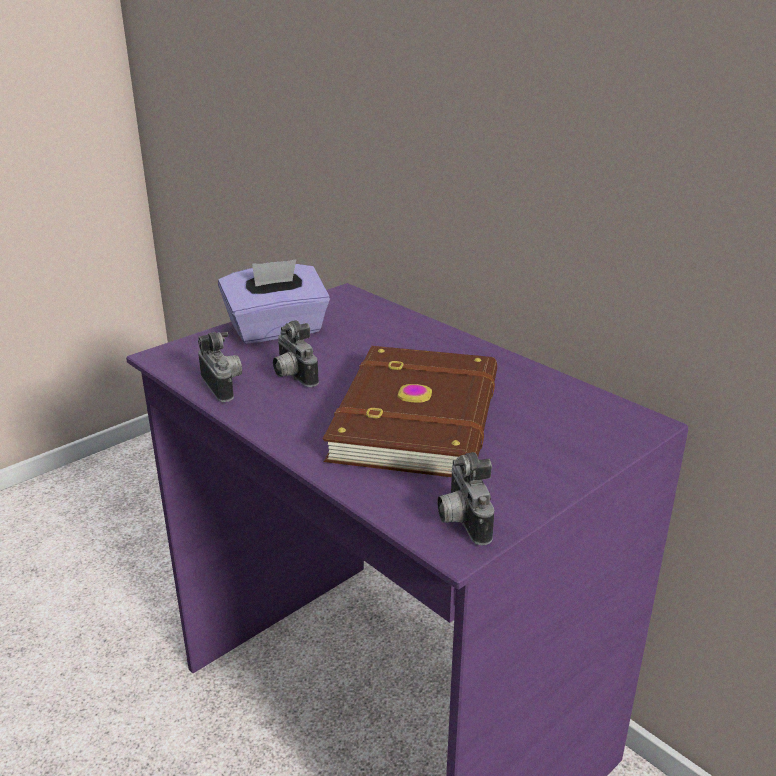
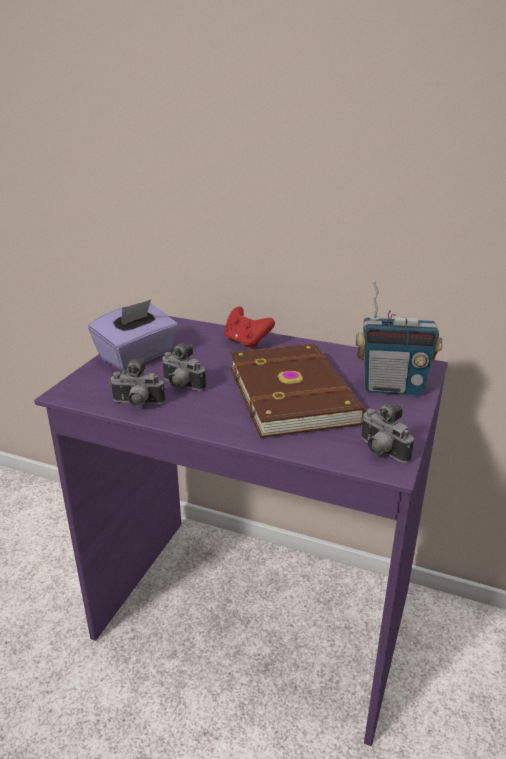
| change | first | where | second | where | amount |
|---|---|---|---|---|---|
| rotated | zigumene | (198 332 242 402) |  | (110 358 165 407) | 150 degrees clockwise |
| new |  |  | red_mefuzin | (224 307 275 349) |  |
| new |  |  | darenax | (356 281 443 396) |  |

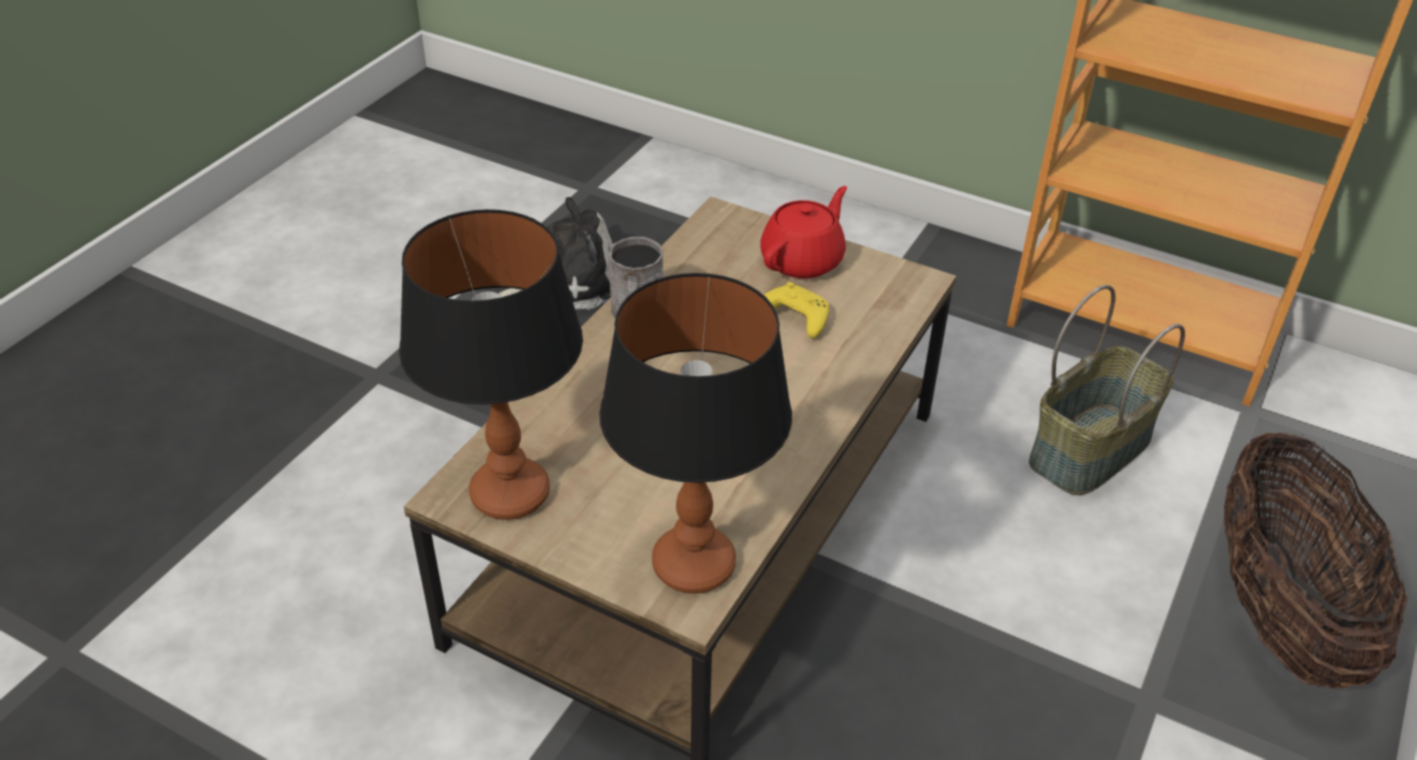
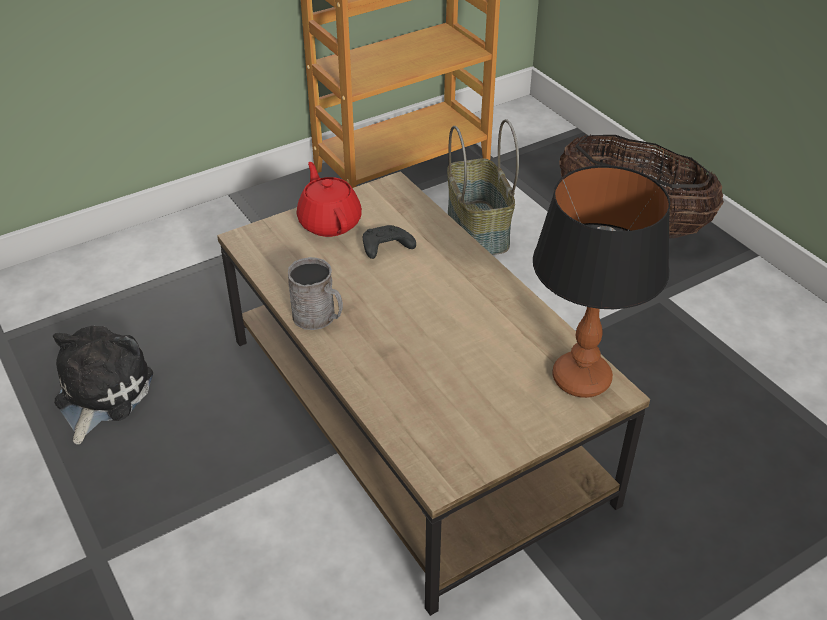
| change | first | where | second | where | amount |
|---|---|---|---|---|---|
| gone | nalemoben | (399 209 583 520) |  |  |  |
| repainted | yellow_mefuzin | (764 282 829 338) | black_mefuzin | (363 225 416 259) |  |

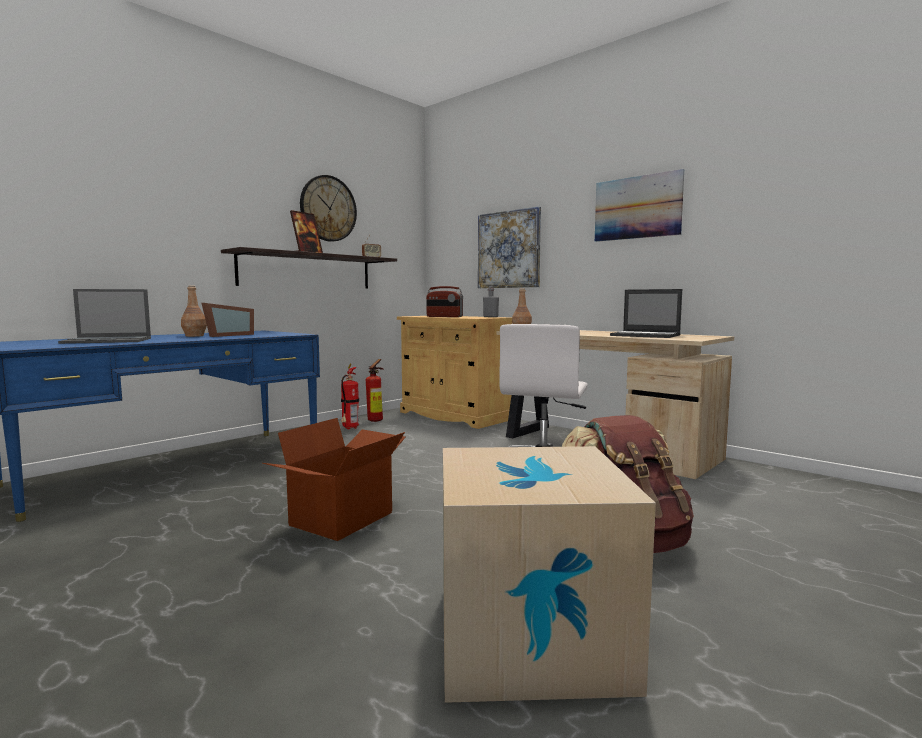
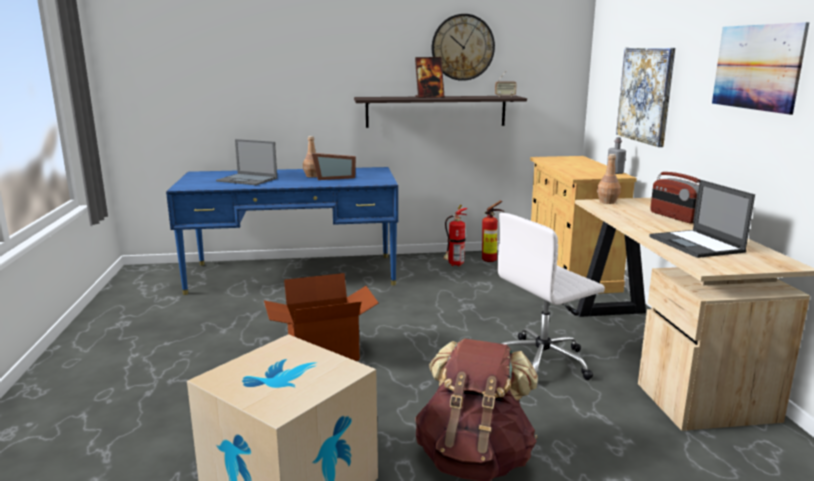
| change | first | where | second | where | amount |
|---|---|---|---|---|---|
| shifted | darenax | (426 286 463 317) |  | (650 172 700 223) |  |

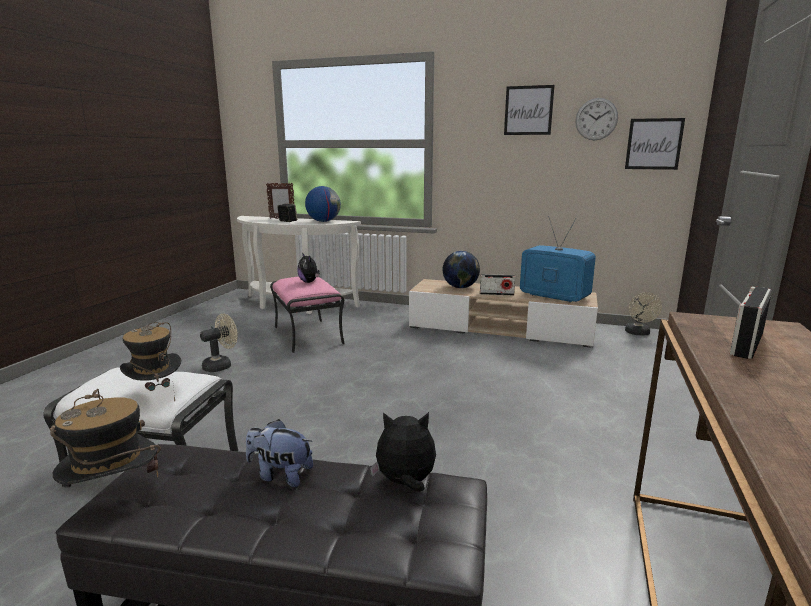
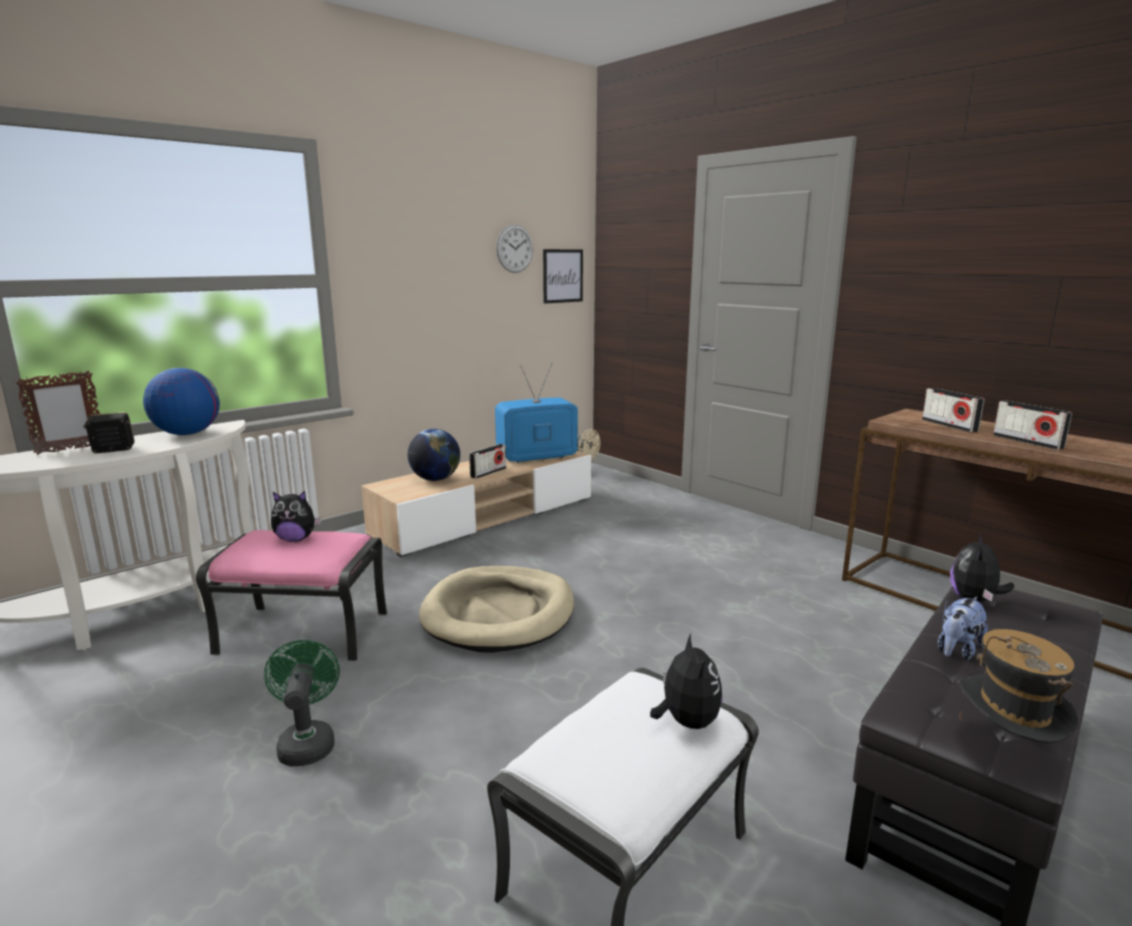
| change | first | where | second | where | amount |
|---|---|---|---|---|---|
| swapped | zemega | (120 322 181 401) | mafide | (650 633 722 729) |  |
| repainted | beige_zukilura | (200 314 237 372) | green_zukilura | (264 640 340 767) |  |
| gone | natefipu | (504 85 555 135) |  |  |  |
| new |  |  | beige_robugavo | (419 566 574 653) |  |
| new |  |  | darenax | (993 400 1072 450) |  |

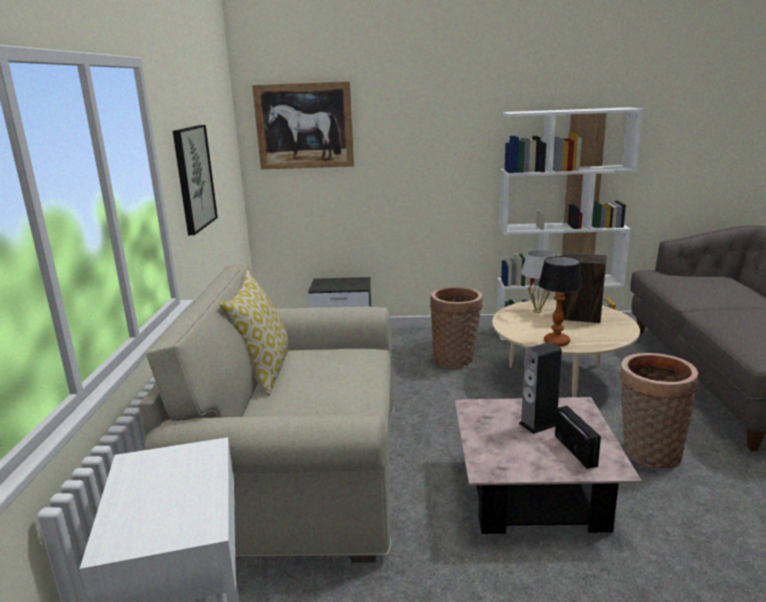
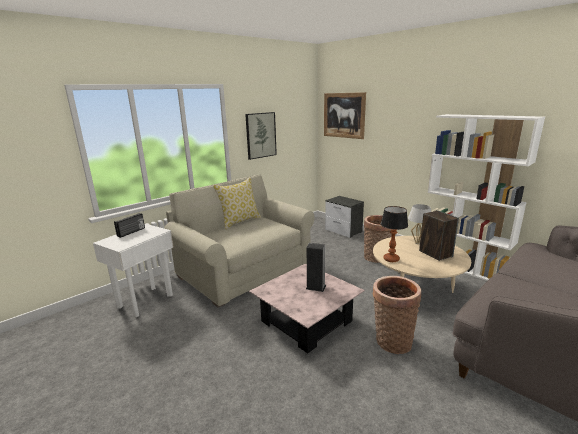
| change | first | where | second | where | amount |
|---|---|---|---|---|---|
| shifted | darenax | (555 406 601 469) |  | (114 213 145 238) |  |

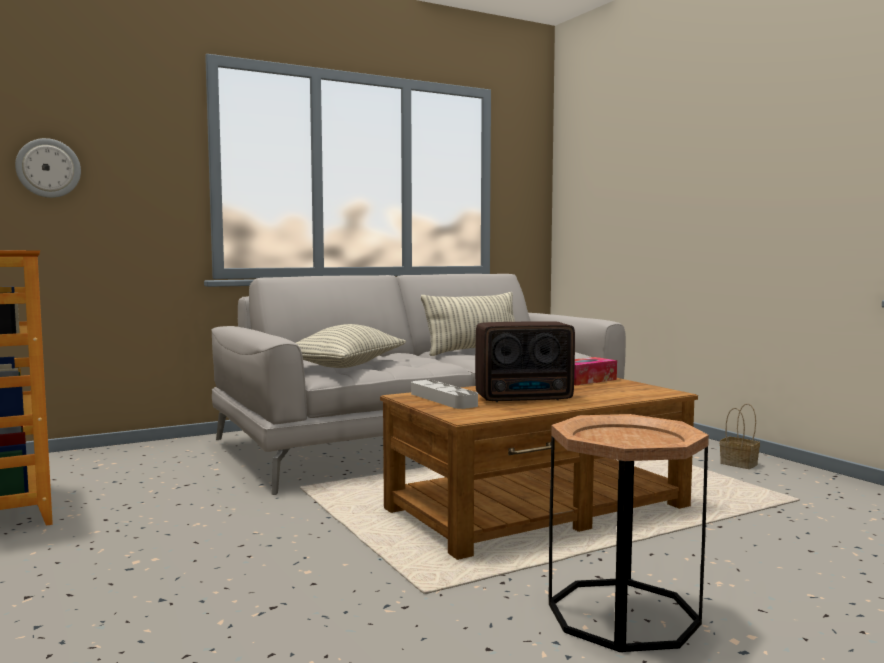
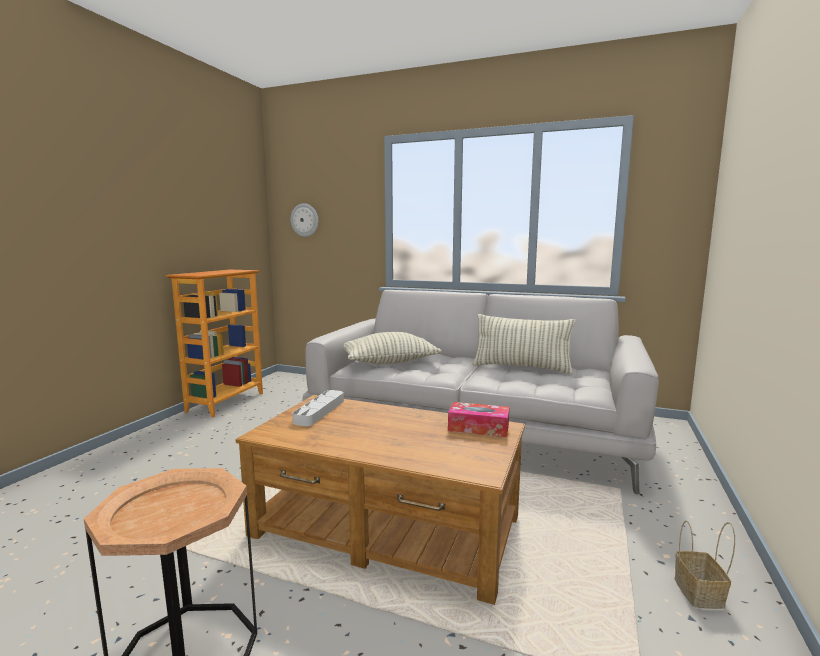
| change | first | where | second | where | amount |
|---|---|---|---|---|---|
| gone | darenax | (475 321 575 402) |  |  |  |

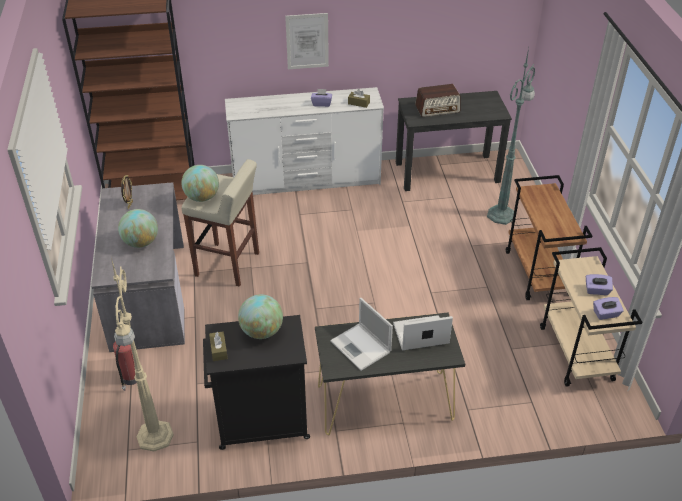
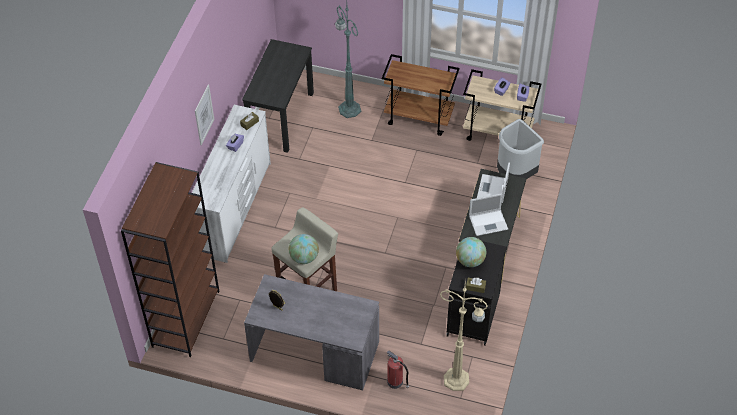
| change | first | where | second | where | amount |
|---|---|---|---|---|---|
| gone | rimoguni | (118 209 158 248) |  |  |  |
| gone | darenax | (415 84 461 117) |  |  |  |
| new |  |  | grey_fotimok | (497 119 544 179) |  |

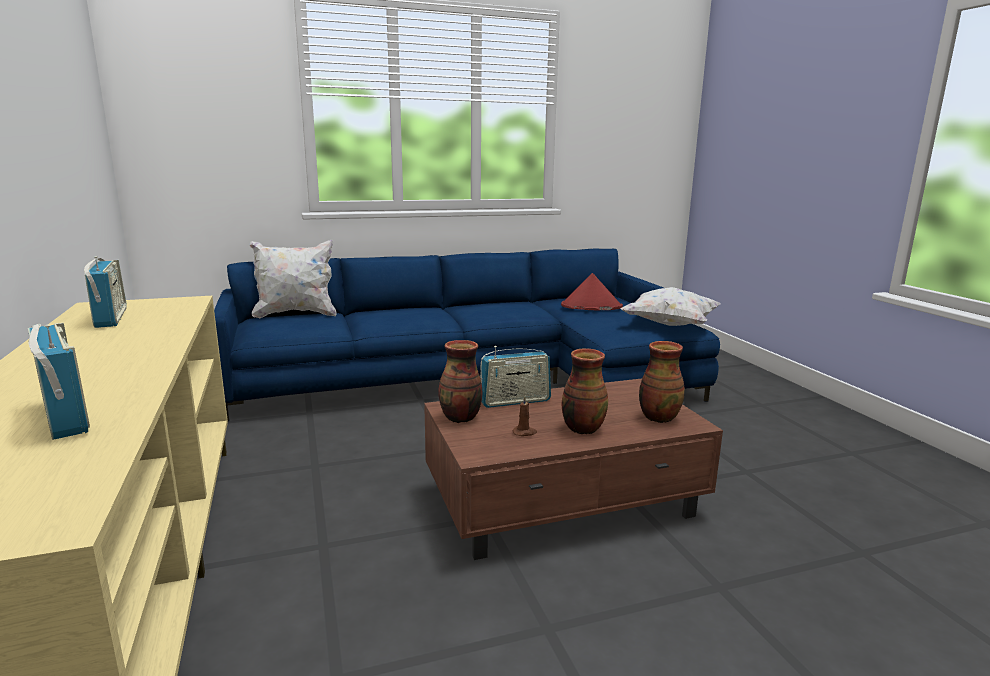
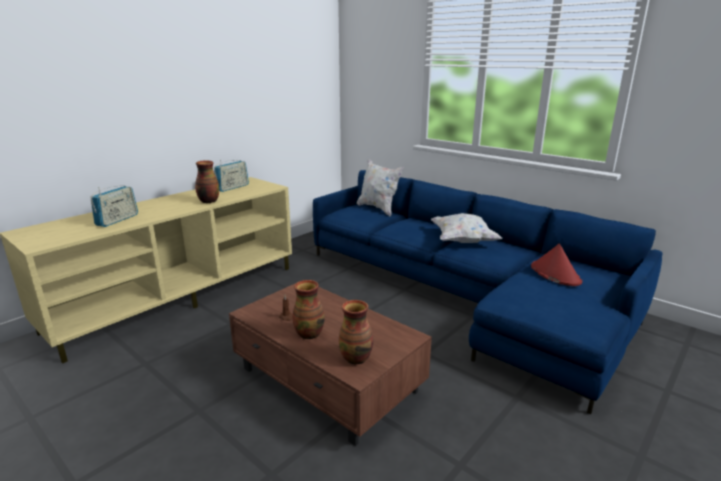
| change | first | where | second | where | amount |
|---|---|---|---|---|---|
| shifted | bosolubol | (438 340 482 423) |  | (195 160 219 203) |  |
| gone | darenax | (480 346 551 408) |  |  |  |
| shifted | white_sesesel | (620 287 720 326) |  | (431 213 503 243) |  |

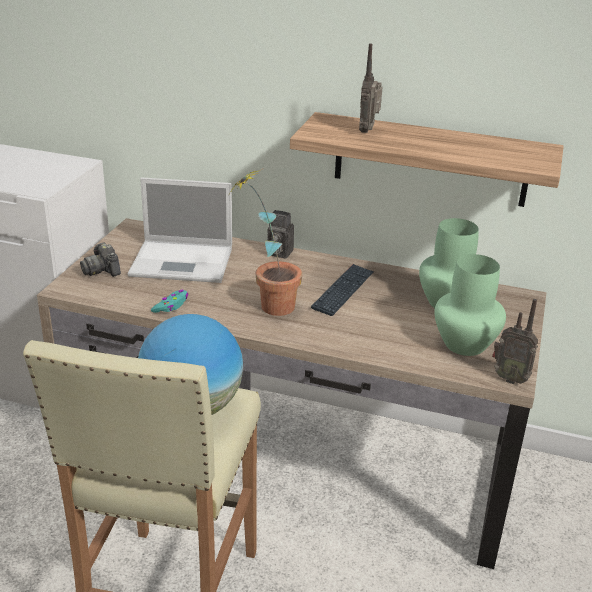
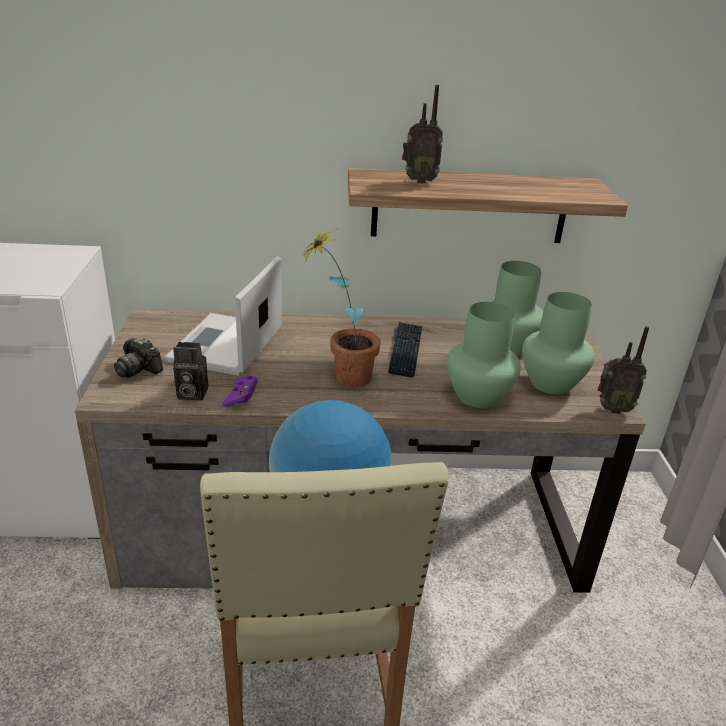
| change | first | where | second | where | amount |
|---|---|---|---|---|---|
| rotated | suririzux | (128 177 232 283) |  | (164 257 282 376) | 120 degrees clockwise |
| repainted | turquoise_mefuzin | (151 290 188 313) | purple_mefuzin | (222 376 257 407) |  |
| shifted | zigumene | (268 210 294 259) |  | (173 342 208 401) |  |
| rotated | darenax | (359 43 383 133) |  | (402 85 443 184) | 75 degrees counterclockwise |
| new |  |  | green_bosolubol | (446 302 521 408) |  |

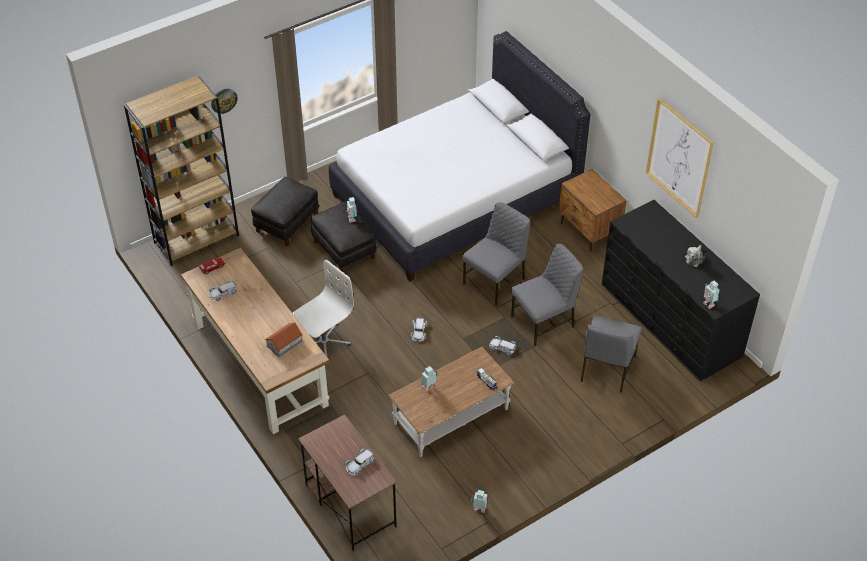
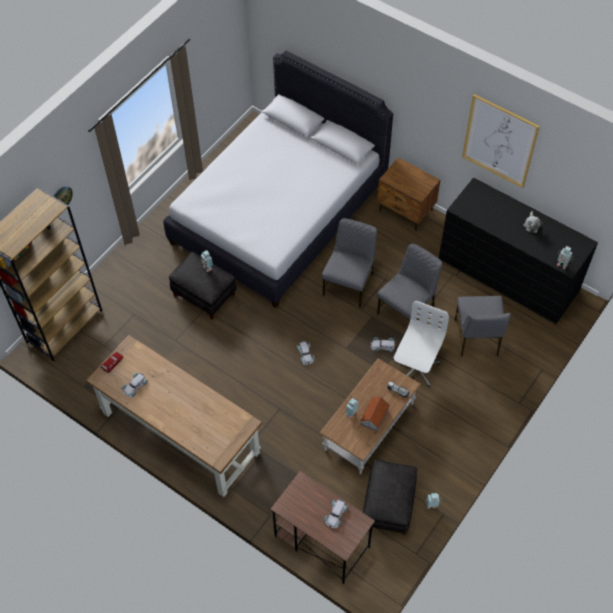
| change | first | where | second | where | amount |
|---|---|---|---|---|---|
| shifted | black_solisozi | (251 176 319 247) |  | (363 459 417 535) |  |
| shifted | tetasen | (265 322 303 357) |  | (360 397 390 431) |  |
| shifted | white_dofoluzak | (293 260 354 358) |  | (393 301 449 387) |  |

